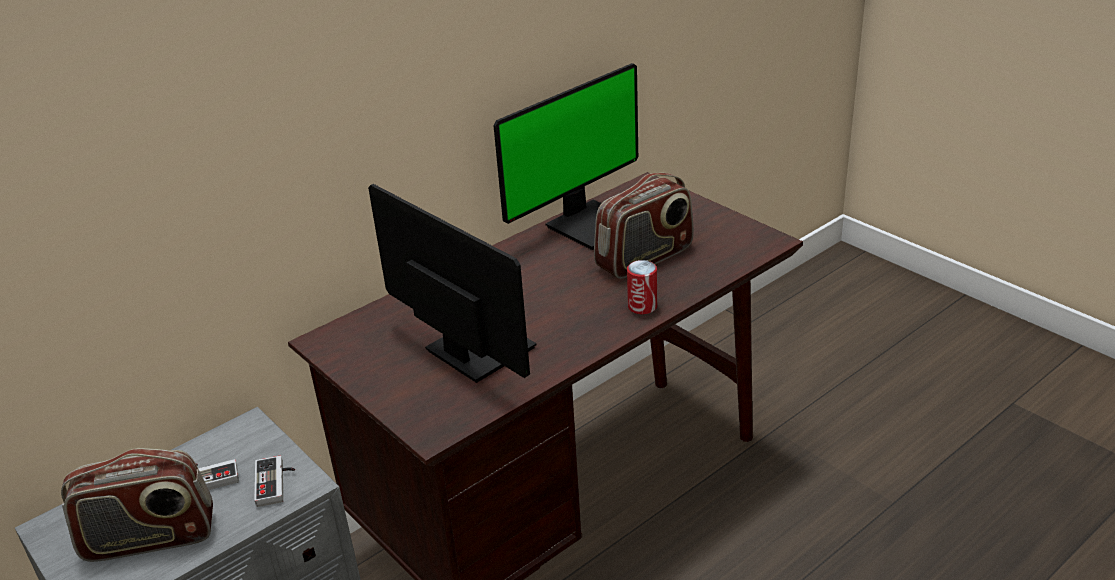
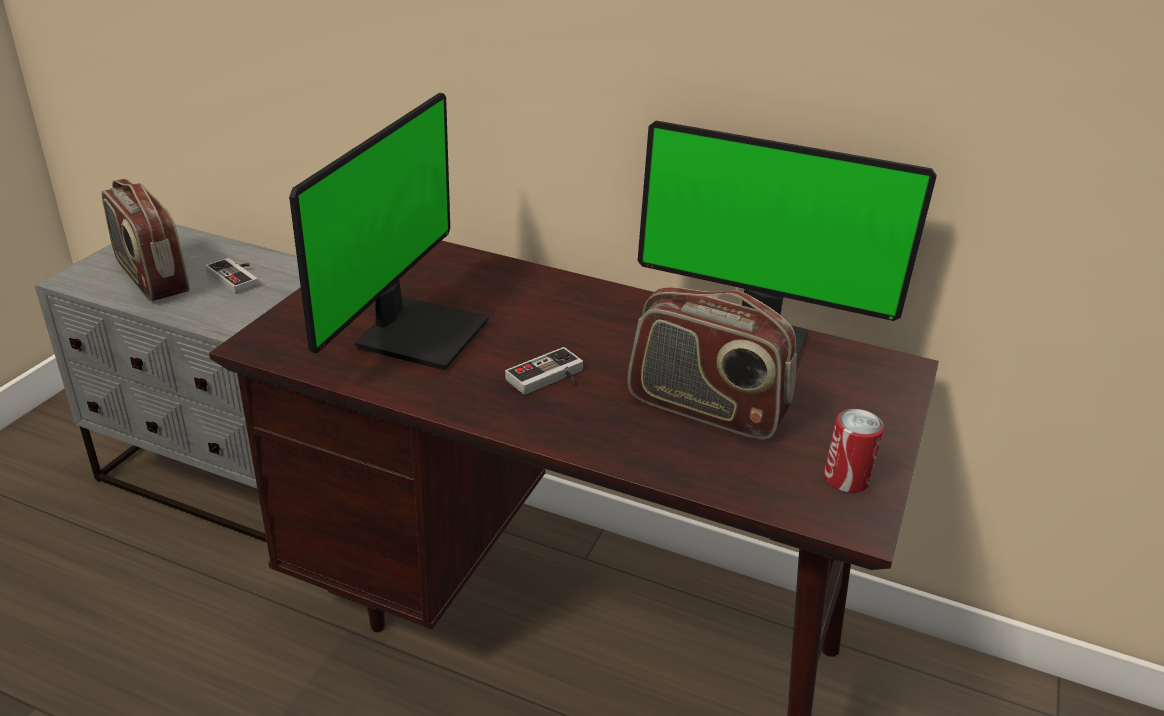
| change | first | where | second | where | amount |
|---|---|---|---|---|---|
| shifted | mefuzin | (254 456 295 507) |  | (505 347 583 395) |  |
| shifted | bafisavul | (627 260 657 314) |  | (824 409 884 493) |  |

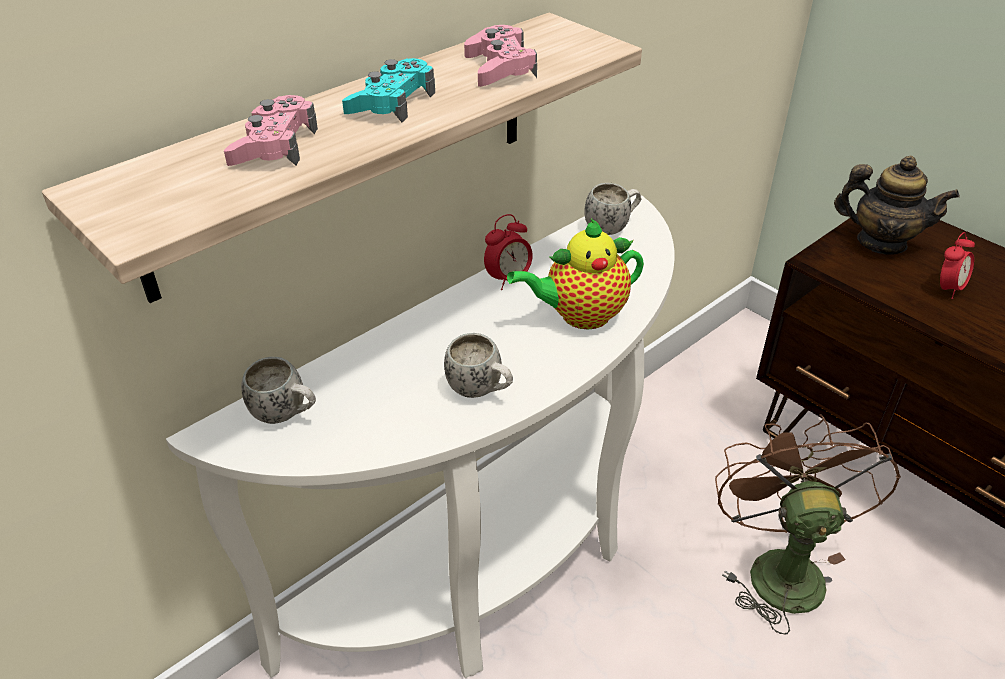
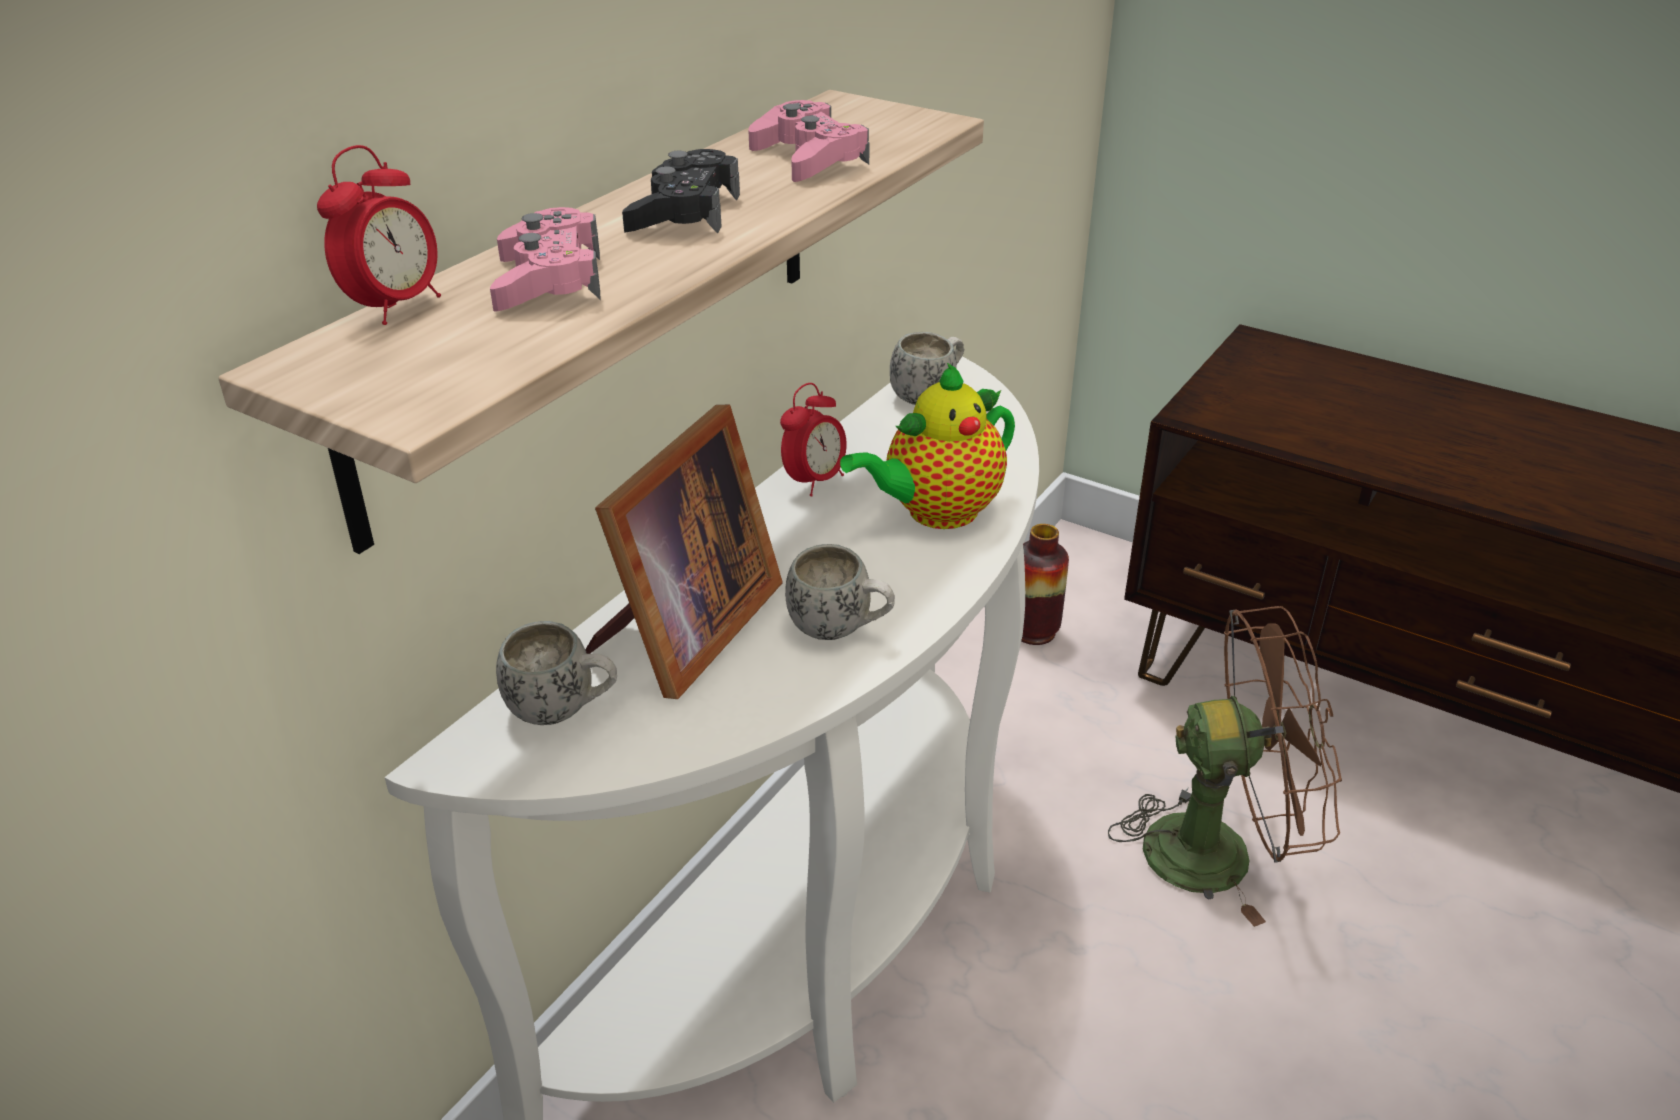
| change | first | where | second | where | amount |
|---|---|---|---|---|---|
| repainted | turquoise_mefuzin | (342 58 435 122) | black_mefuzin | (622 149 740 234) |  |
| rotated | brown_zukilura | (715 414 901 634) |  | (1108 606 1342 927) | 105 degrees clockwise |
| gone | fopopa | (834 156 960 255) |  |  |  |
| shifted | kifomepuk | (940 232 975 299) |  | (317 145 441 325) |  |
| new |  |  | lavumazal | (585 405 783 699) |  |
| new |  |  | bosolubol | (1021 524 1069 645) |  |

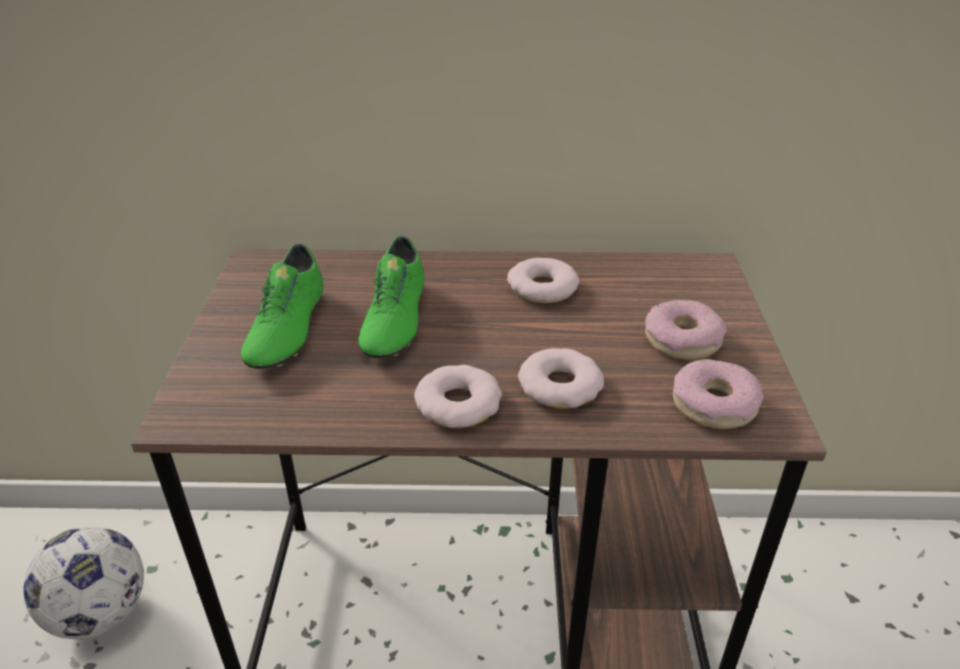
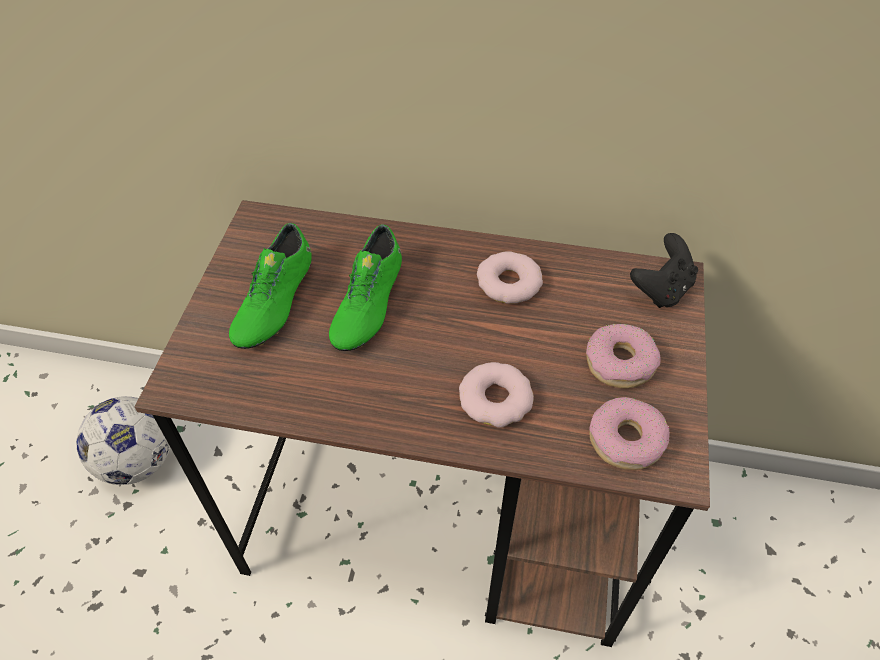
| change | first | where | second | where | amount |
|---|---|---|---|---|---|
| gone | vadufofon | (414 365 502 428) |  |  |  |
| new |  |  | black_mefuzin | (630 233 698 308) |  |

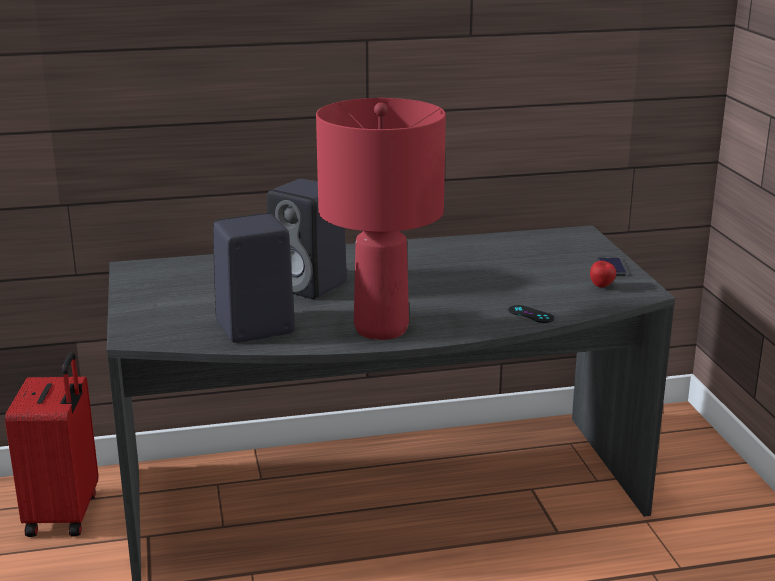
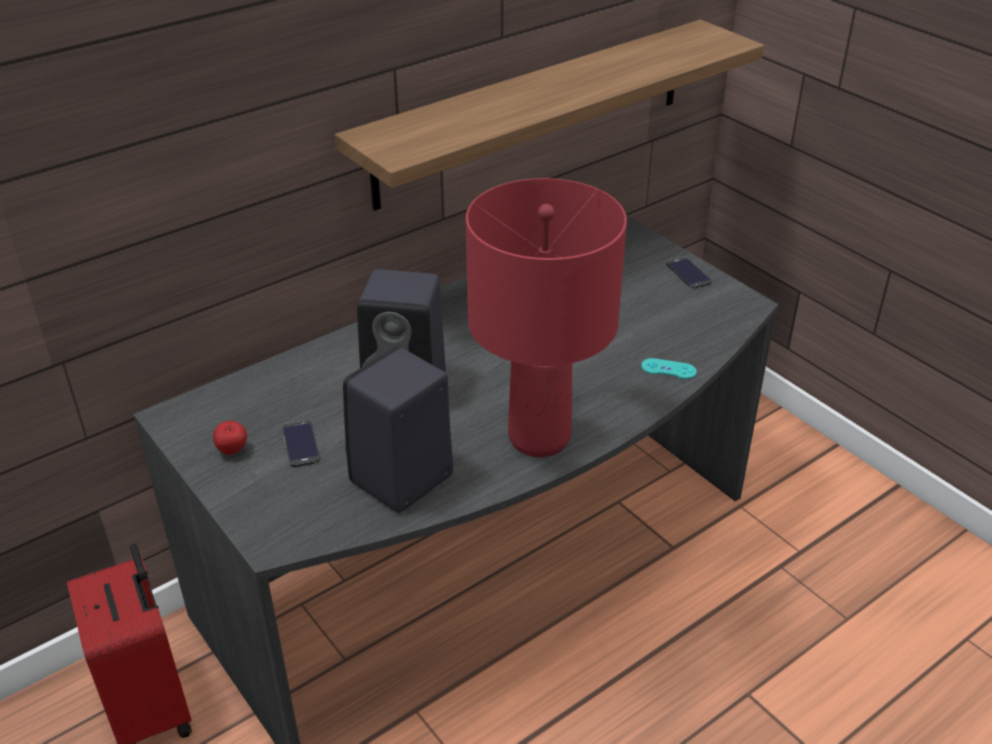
| change | first | where | second | where | amount |
|---|---|---|---|---|---|
| repainted | black_mefuzin | (508 305 554 323) | turquoise_mefuzin | (641 358 697 379) |  |
| shifted | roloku | (590 261 616 287) |  | (213 421 247 455) |  |
| new |  |  | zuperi | (282 420 320 467) |  |
| new |  |  | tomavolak | (335 20 764 211) |  |

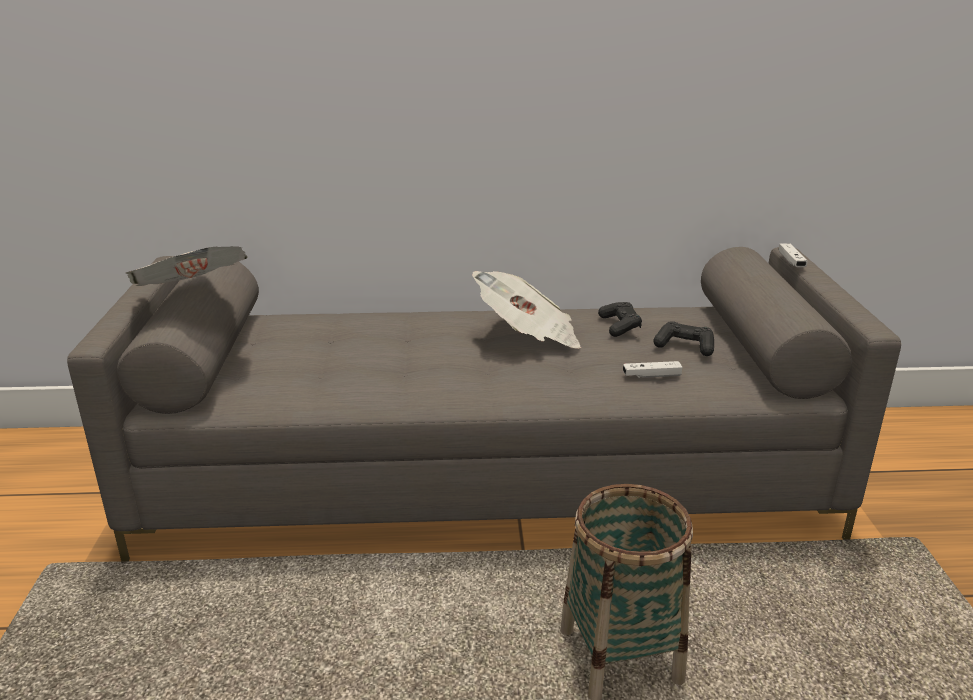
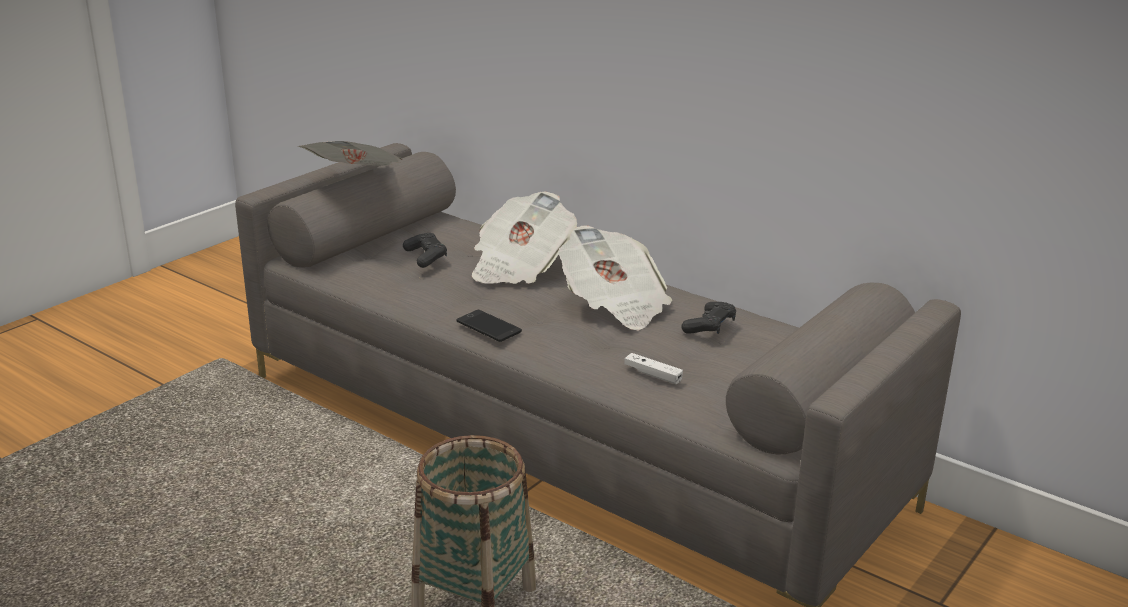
| change | first | where | second | where | amount |
|---|---|---|---|---|---|
| shifted | black_mefuzin | (653 321 714 356) |  | (403 233 447 268) |  |
| gone | white_mefuzin | (779 243 808 267) |  |  |  |
| new |  |  | zuperi | (456 310 522 342) |  |
| new |  |  | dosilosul | (472 192 577 284) |  |

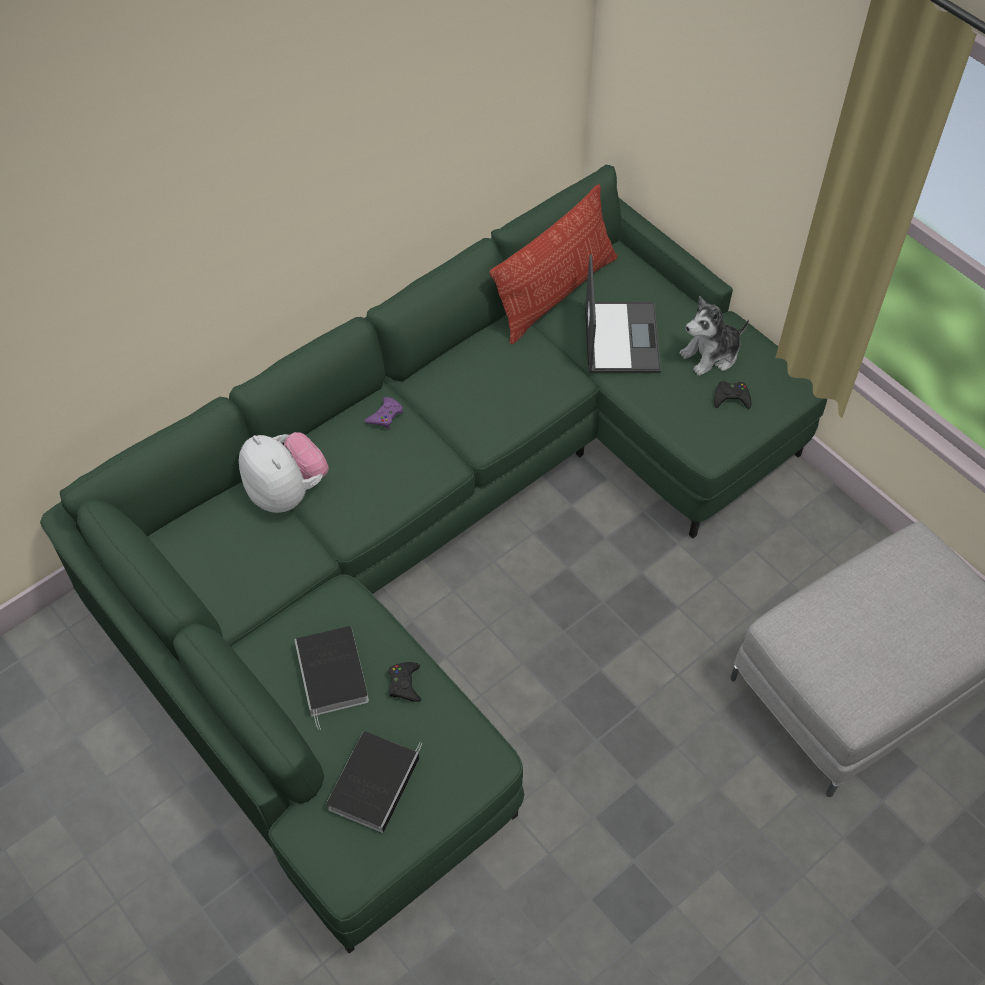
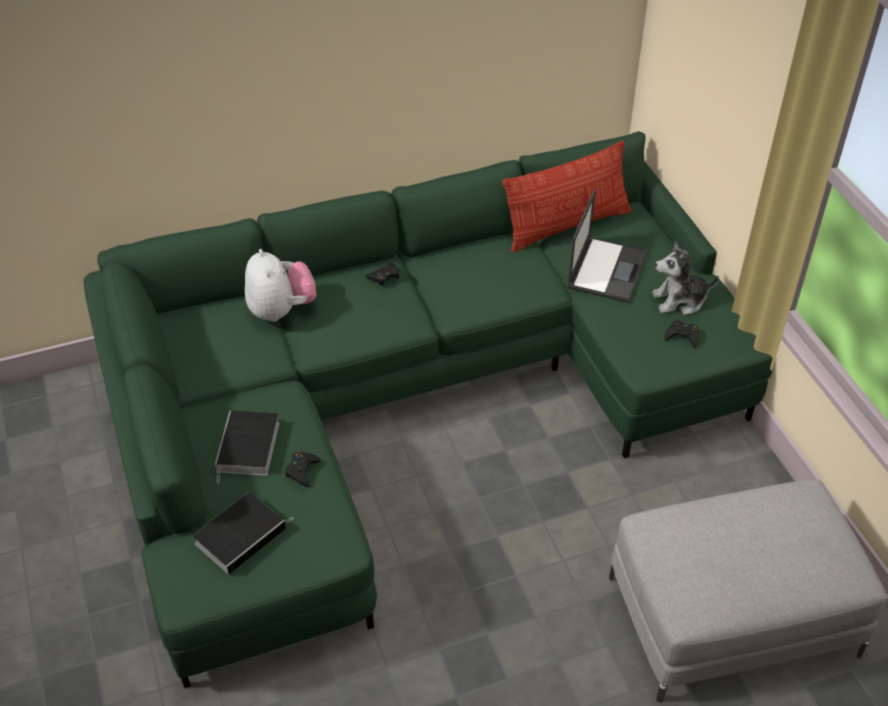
| change | first | where | second | where | amount |
|---|---|---|---|---|---|
| repainted | purple_mefuzin | (364 397 403 429) | black_mefuzin | (366 263 399 286) |  |

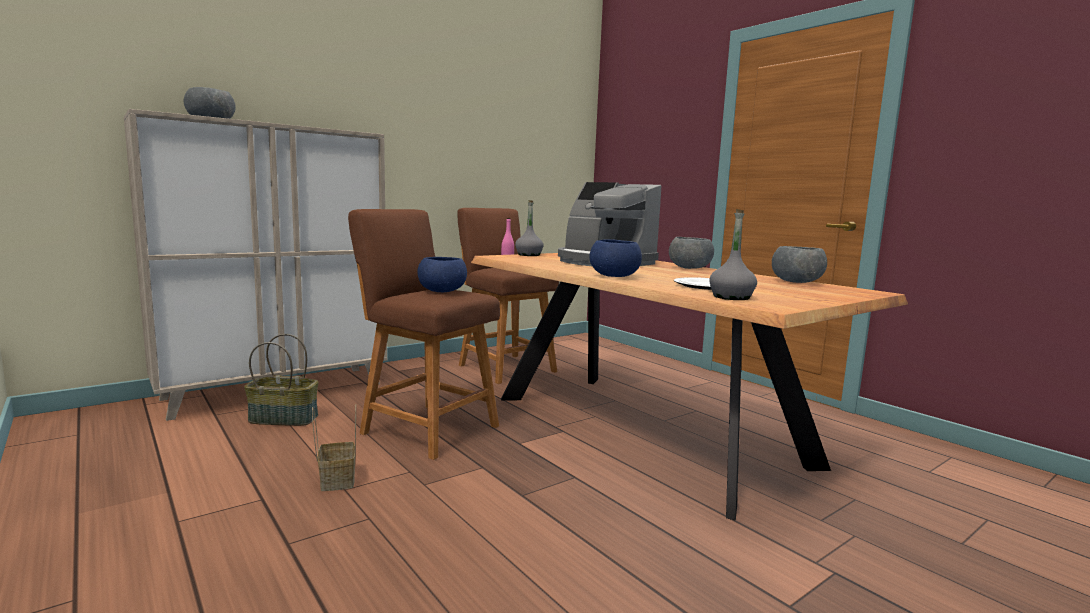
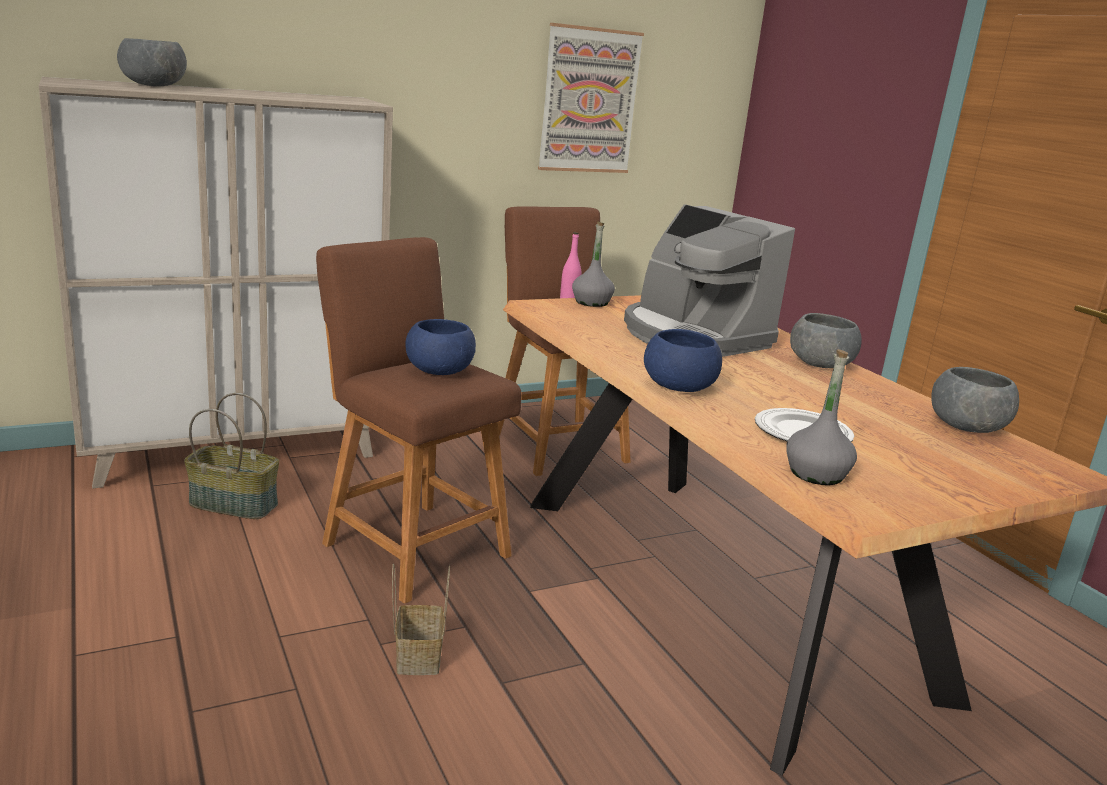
| change | first | where | second | where | amount |
|---|---|---|---|---|---|
| shifted | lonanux | (312 404 356 491) |  | (392 563 450 675) |  |
| new |  |  | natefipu | (538 23 644 173) |  |

